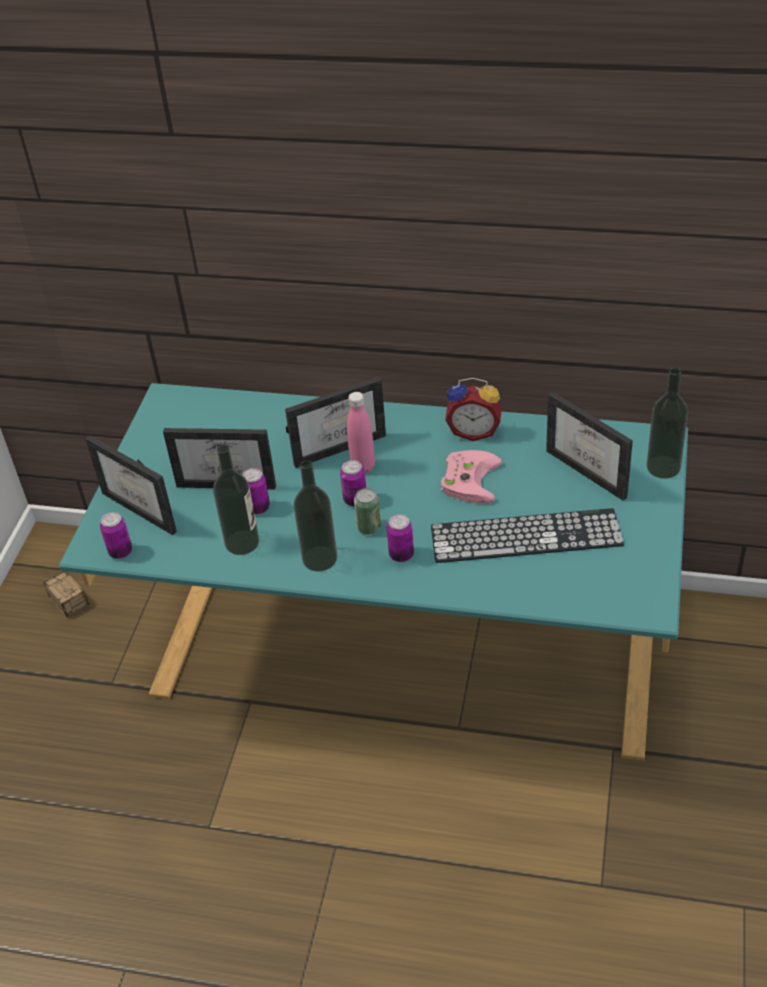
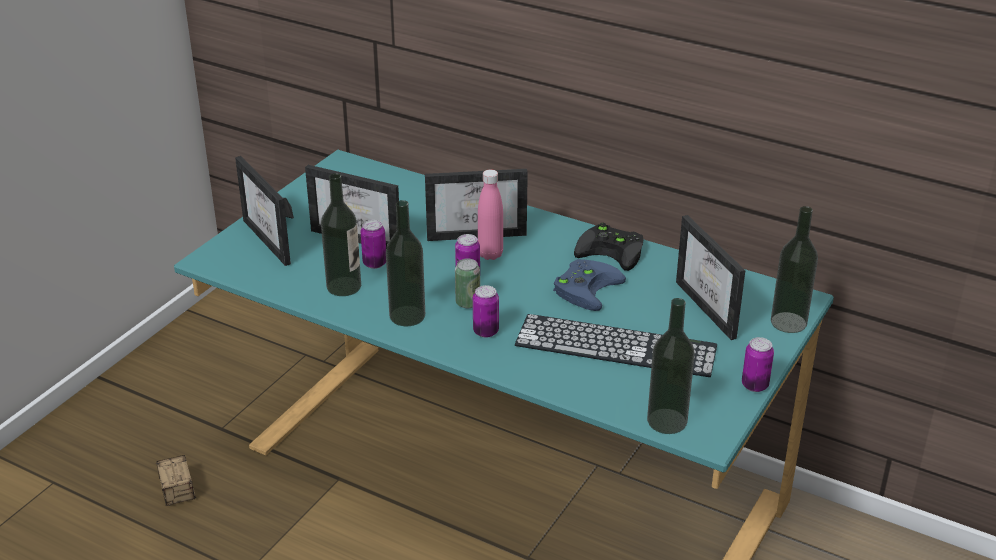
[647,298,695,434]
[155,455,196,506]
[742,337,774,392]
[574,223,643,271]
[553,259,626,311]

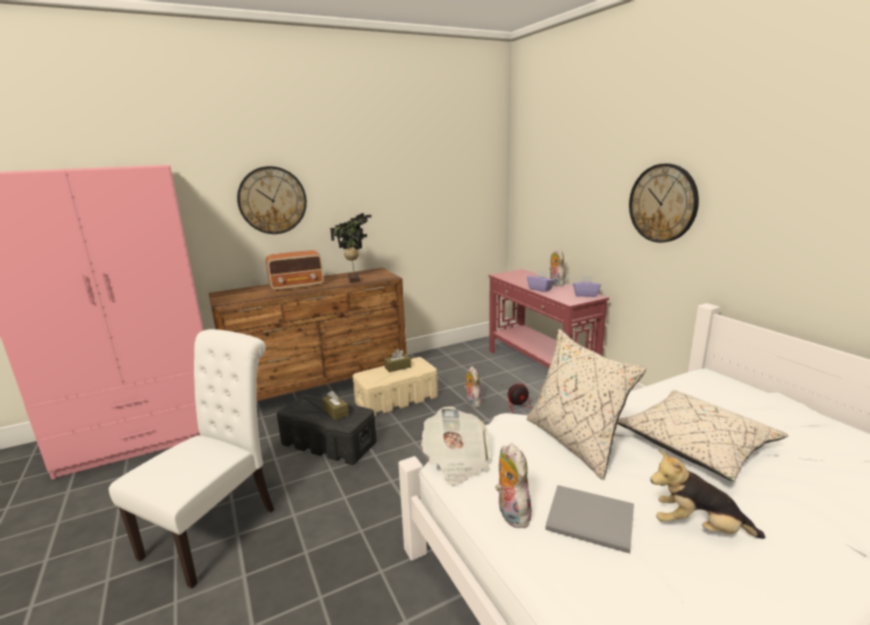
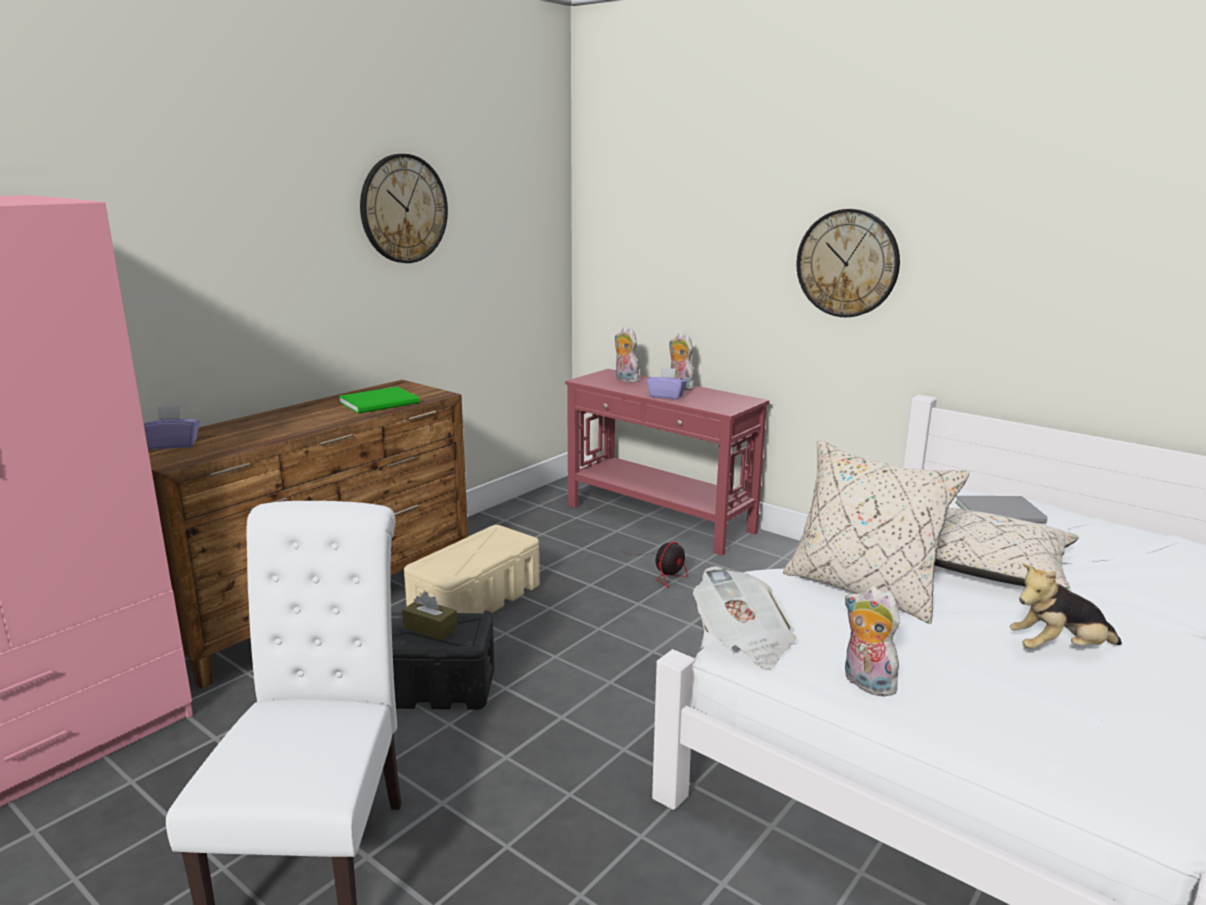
[266,250,324,291] (first image)
[384,349,411,372] (first image)
[360,154,448,263]
[615,327,639,383]
[955,496,1048,523]
[144,405,200,450]
[339,387,419,414]

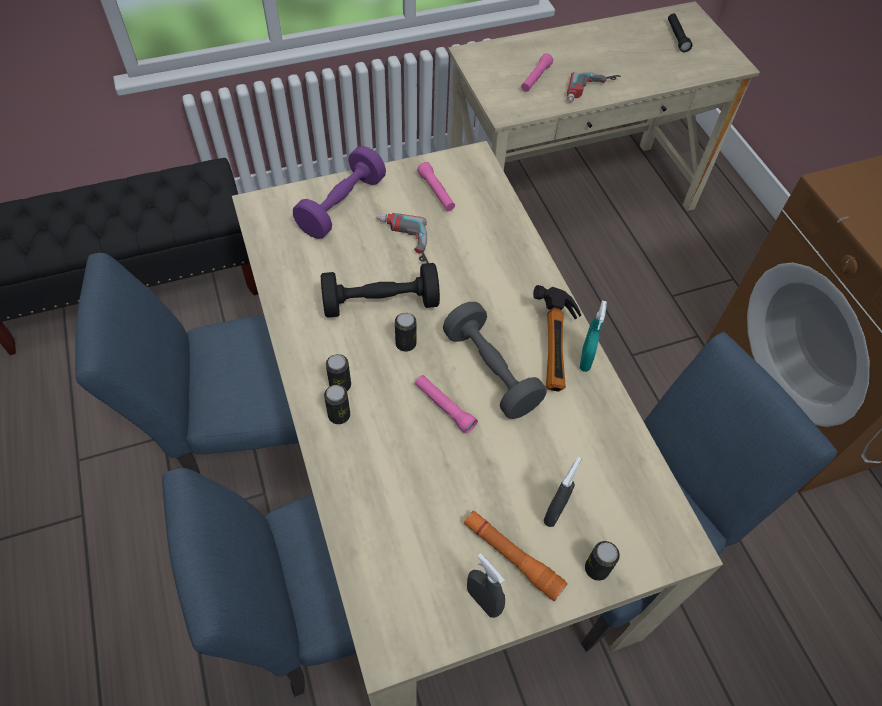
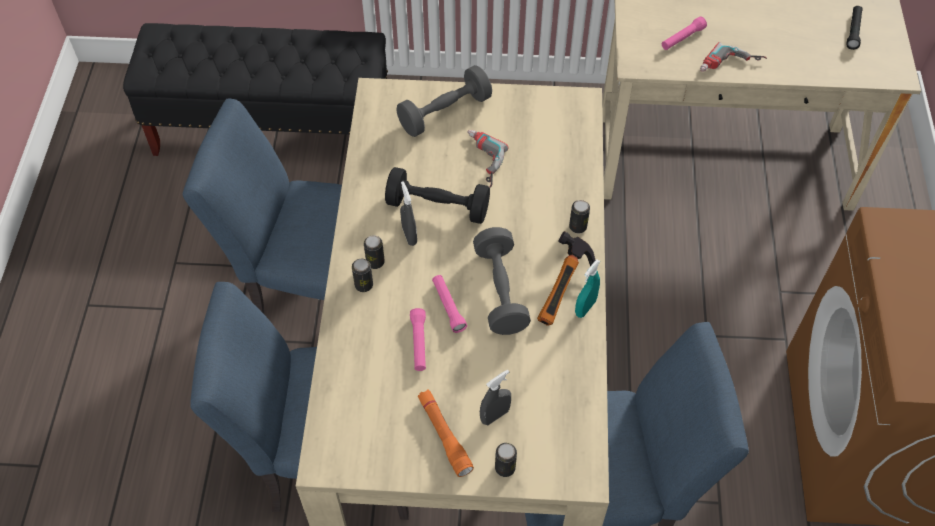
[569,200,590,233]
[410,308,426,371]
[400,181,417,246]
[396,65,492,137]

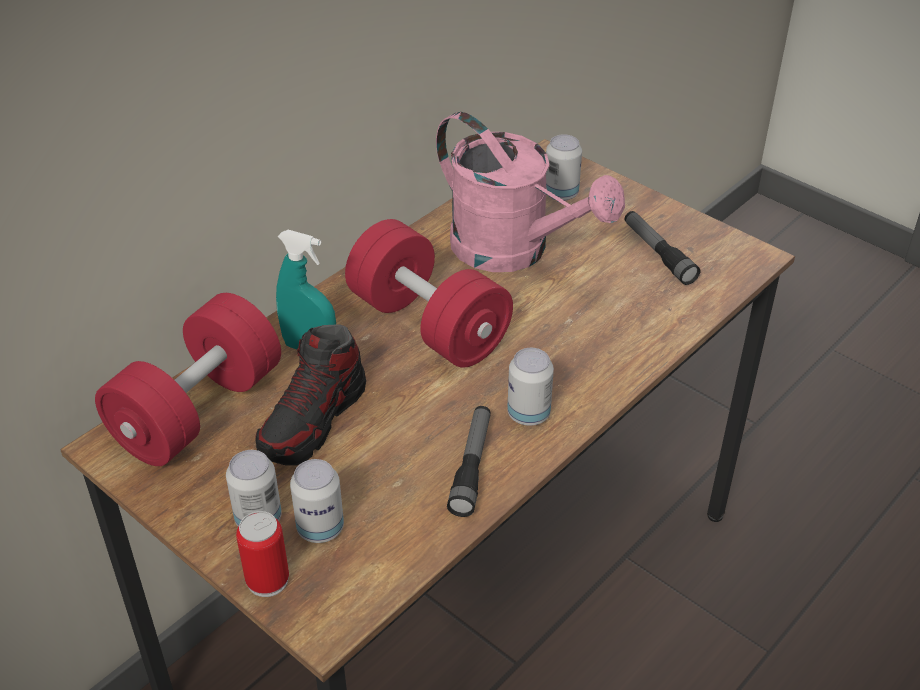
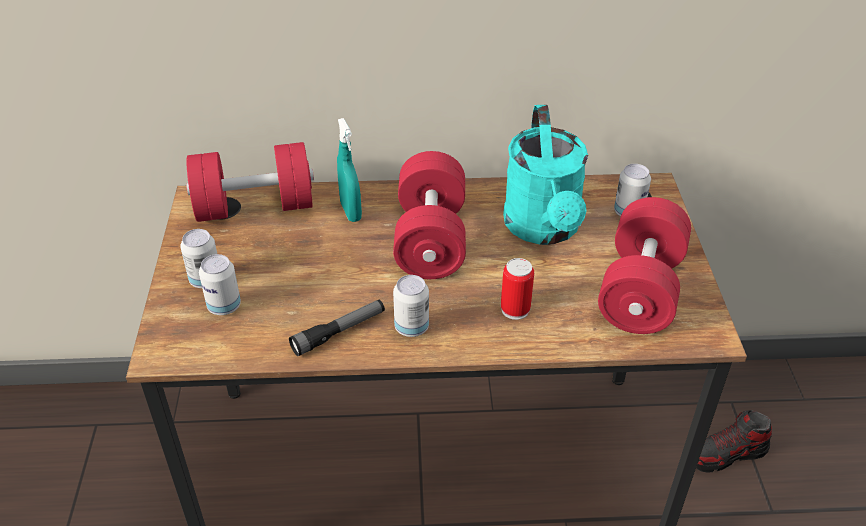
[501,258,534,320]
[696,410,772,473]
[598,197,691,334]
[503,105,588,245]

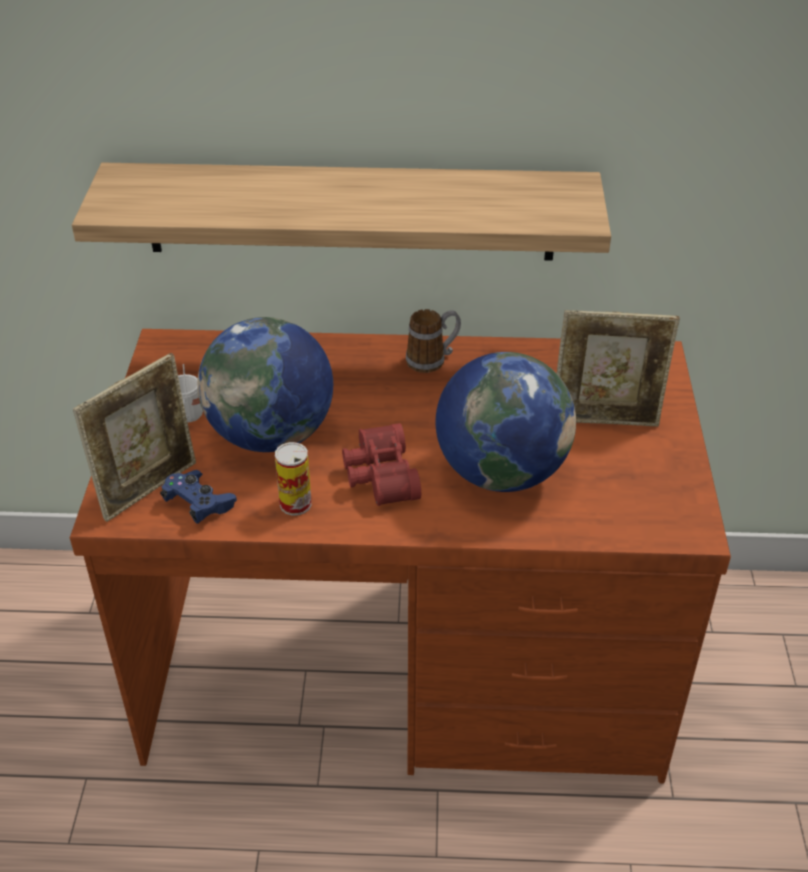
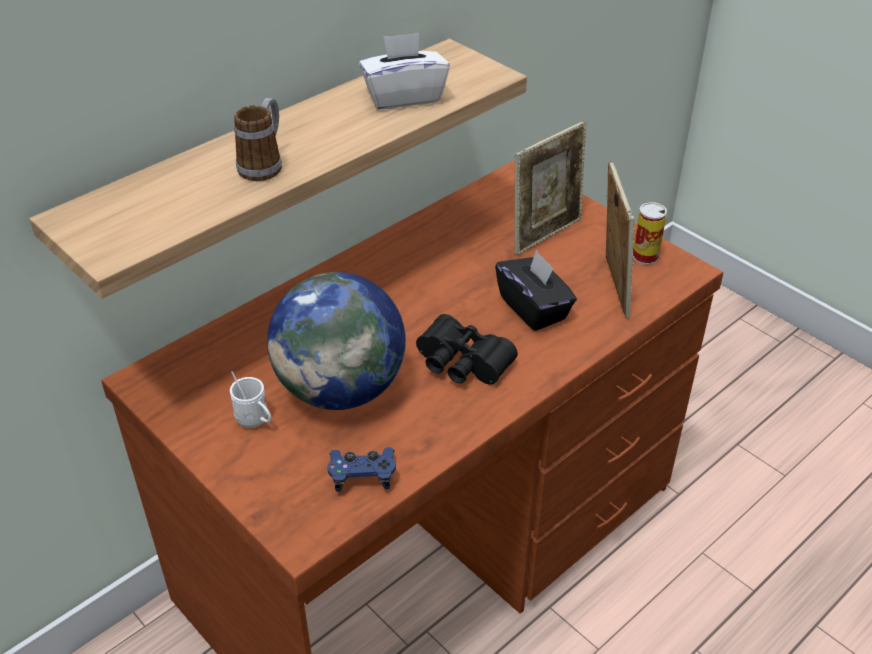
[359,33,450,109]
[606,161,635,318]
[633,202,667,265]
[234,98,282,181]
[495,250,577,331]
[416,314,518,385]

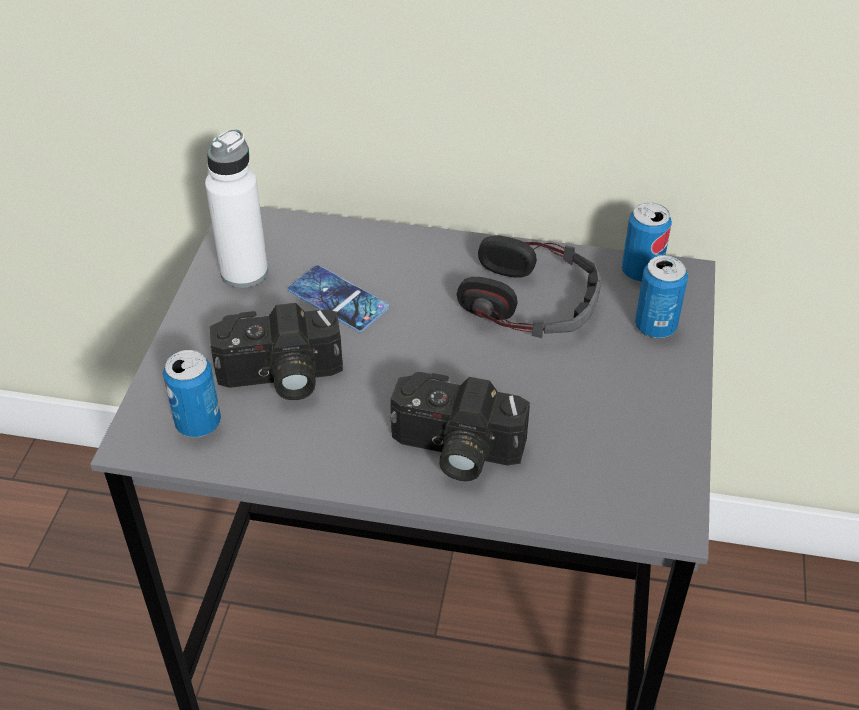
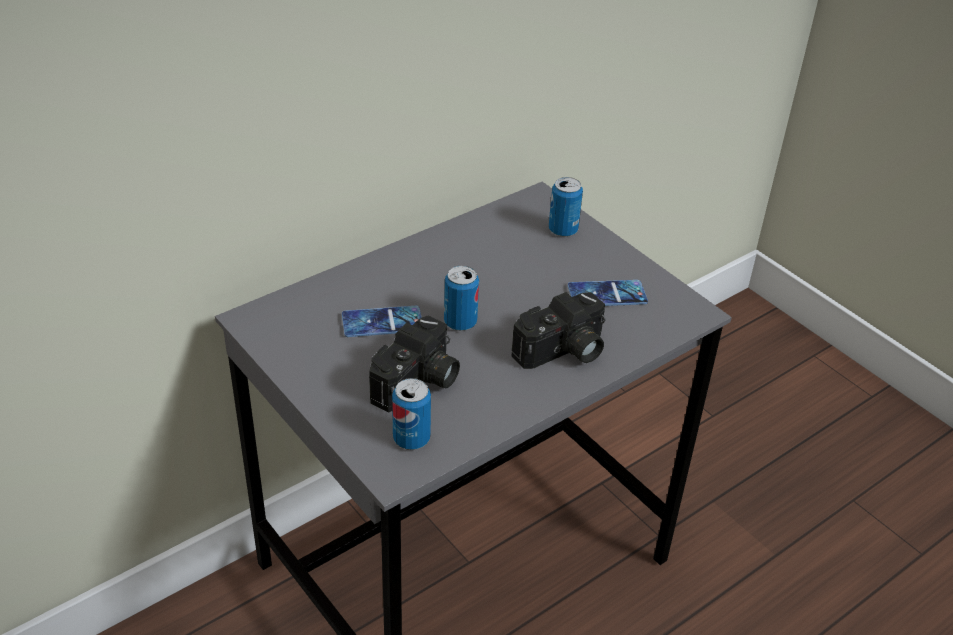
[205,129,268,288] (first image)
[457,235,601,338] (first image)
[568,280,648,306]
[444,266,479,331]

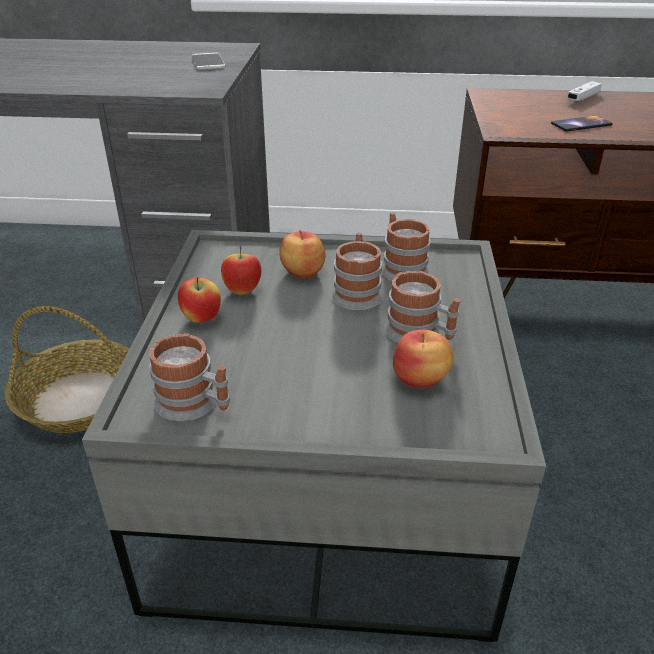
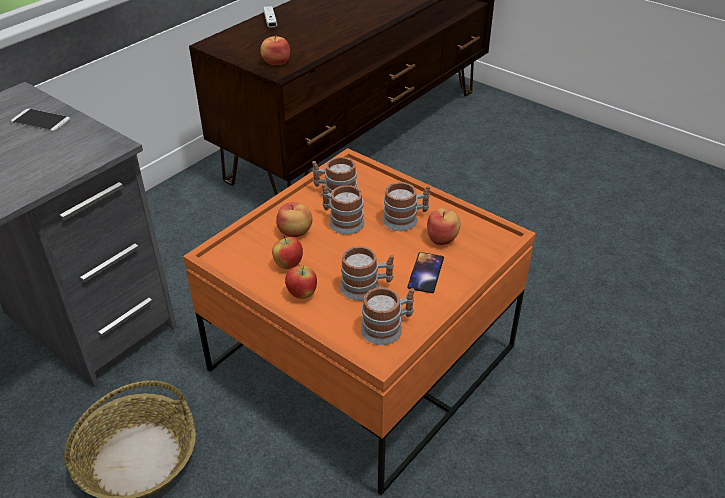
[261,36,290,65]
[340,246,394,301]
[407,252,444,293]
[183,148,536,495]

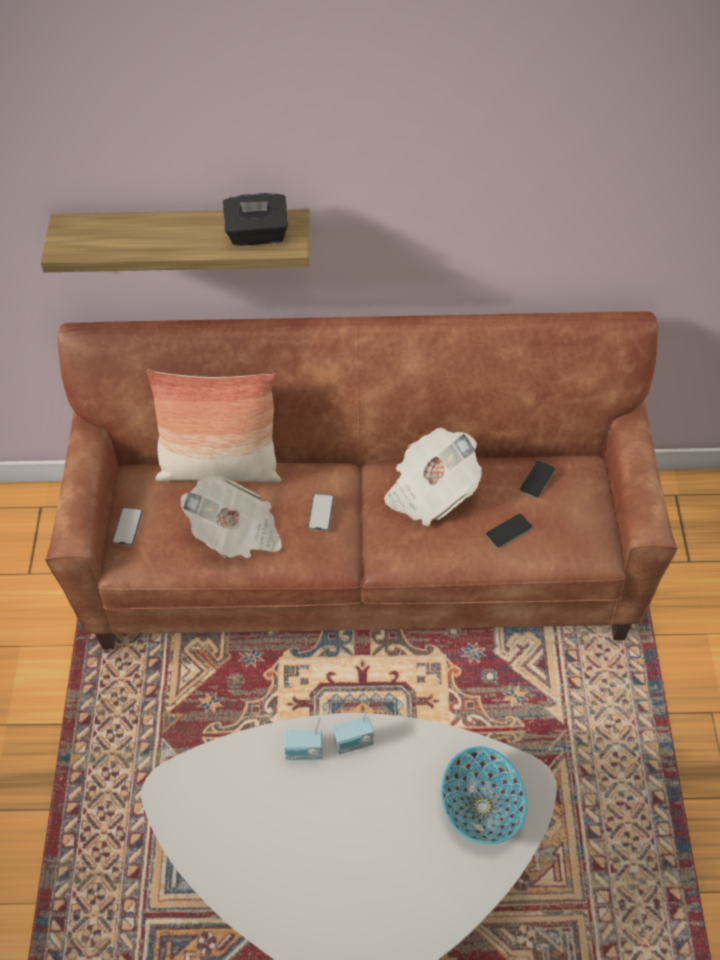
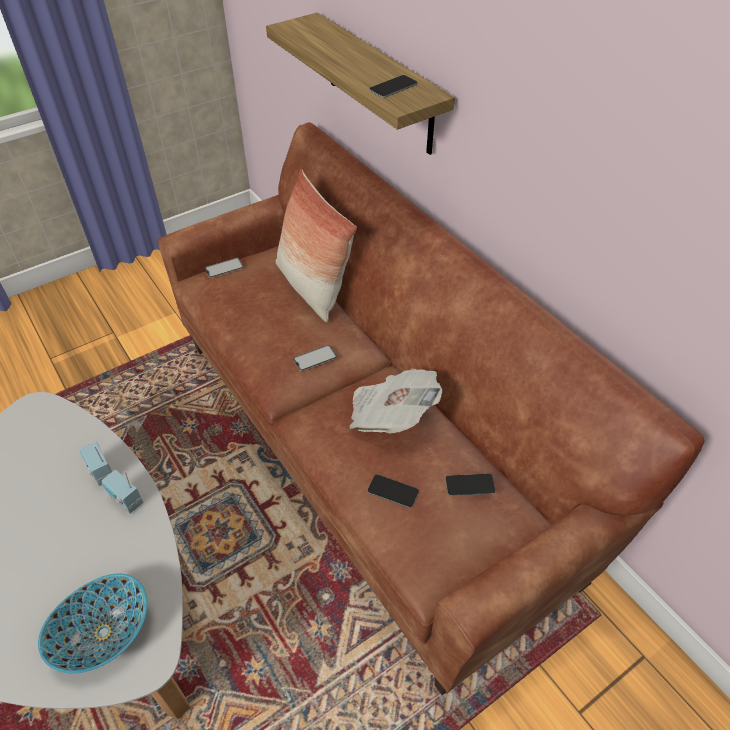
[181,476,282,558] (first image)
[369,75,417,98]

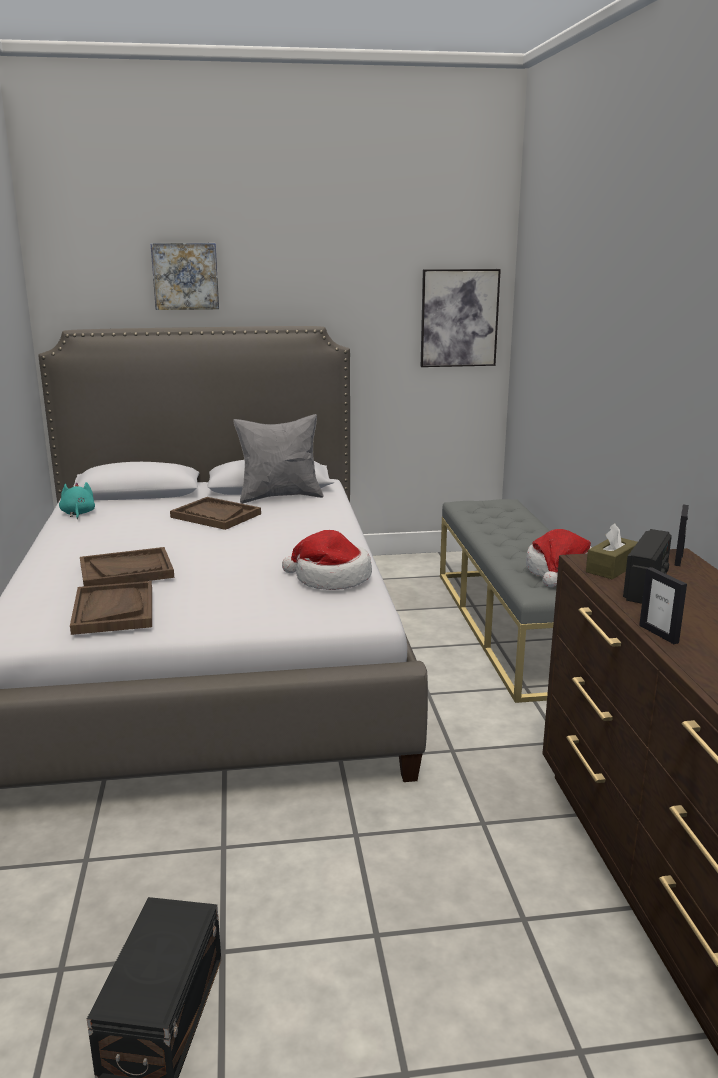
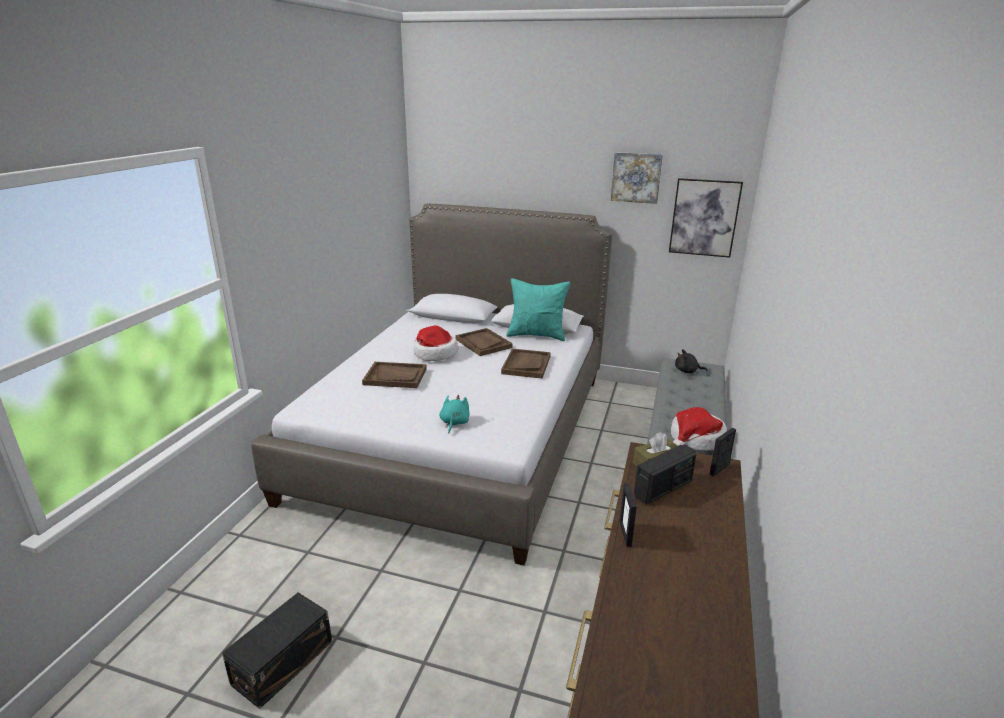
[675,349,708,373]
[439,395,470,433]
[501,348,551,379]
[611,152,663,204]
[414,325,458,361]
[506,278,570,341]

